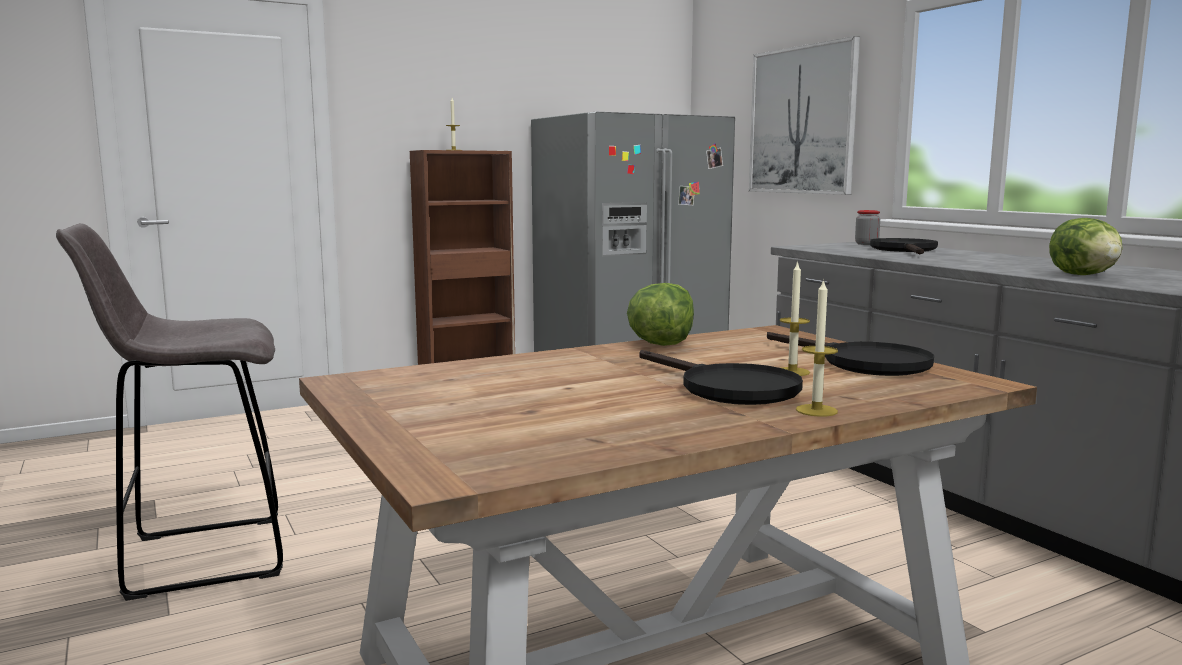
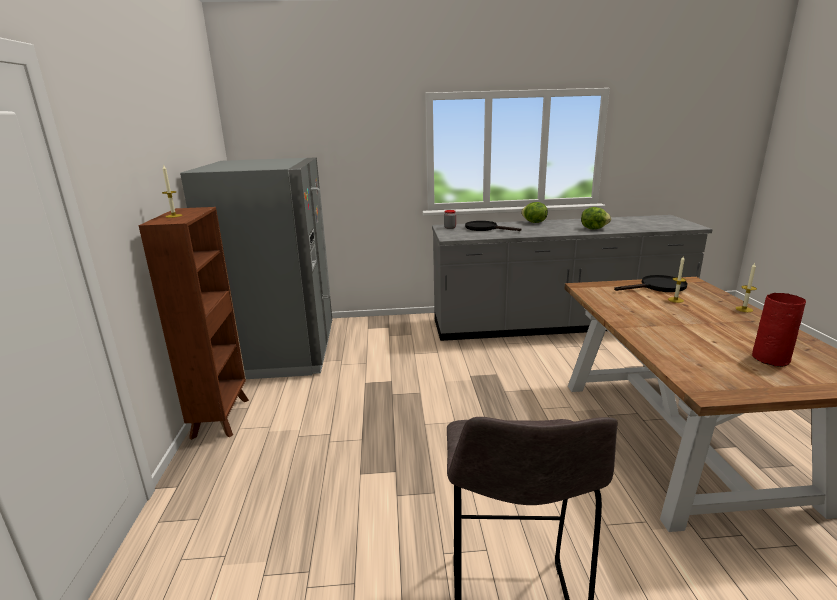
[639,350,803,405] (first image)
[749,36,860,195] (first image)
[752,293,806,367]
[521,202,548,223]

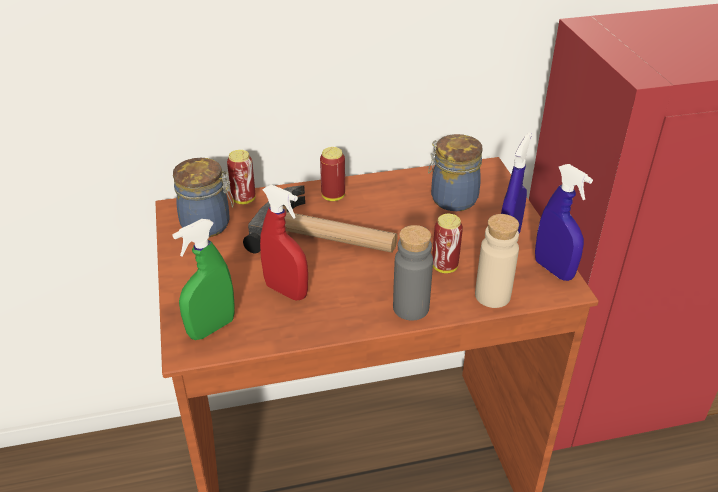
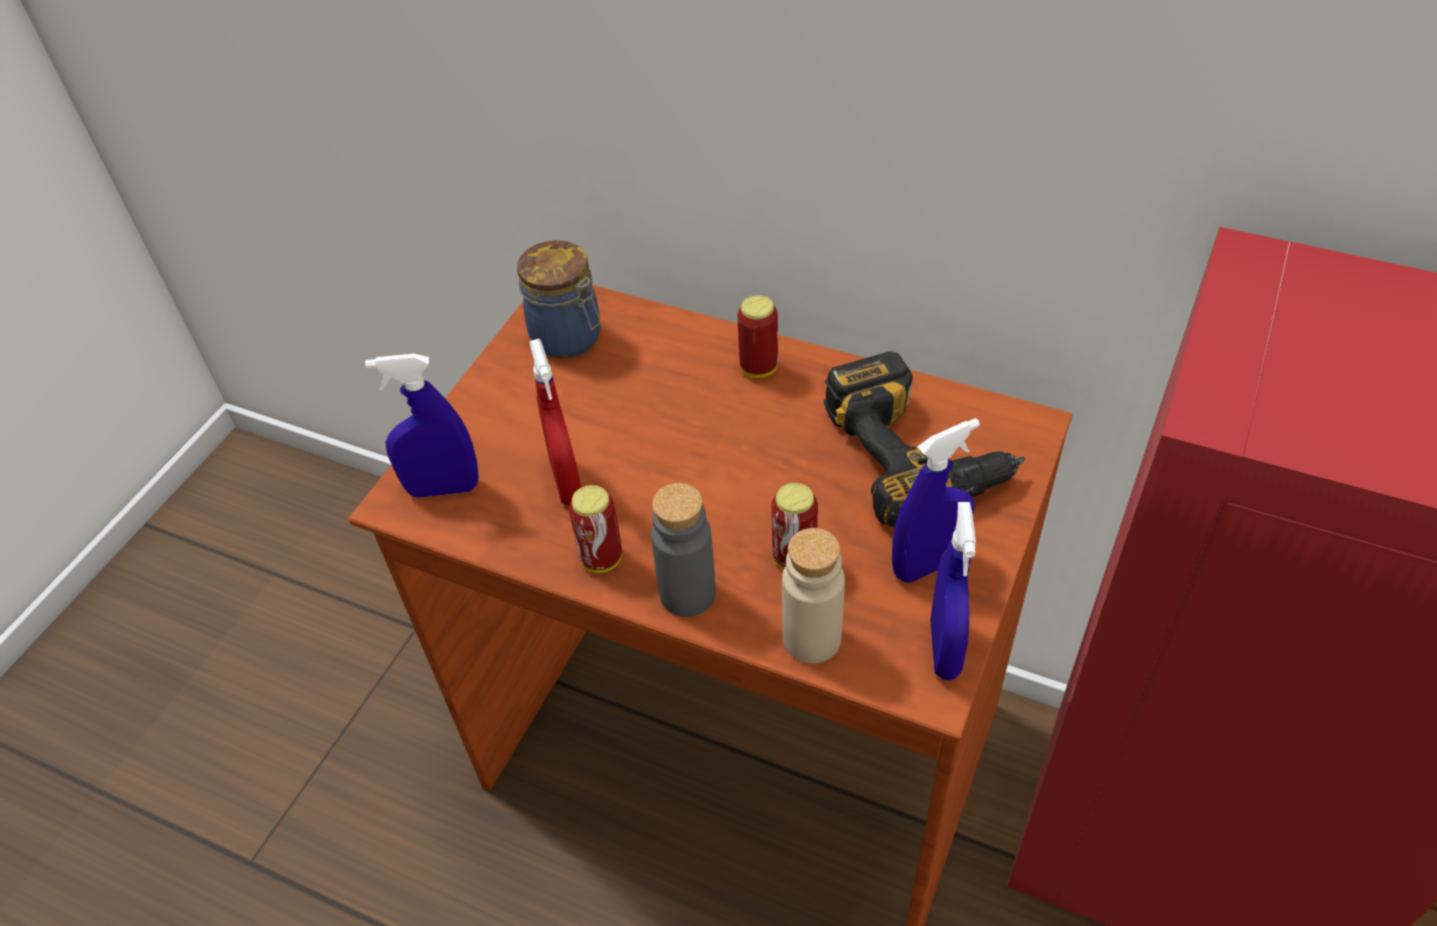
[243,185,397,254] (first image)
[569,485,622,573]
[823,351,1025,527]
[365,354,479,498]

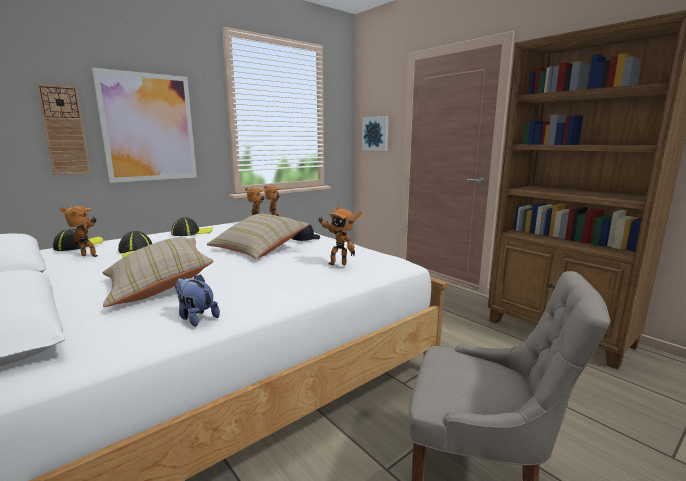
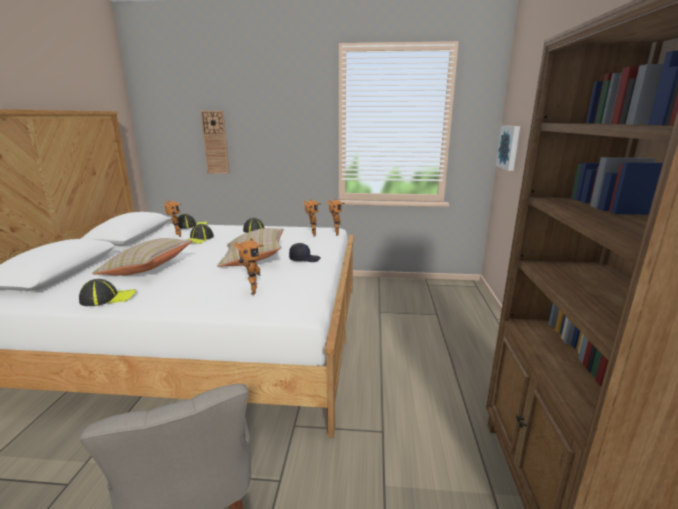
[92,68,197,183] (first image)
[79,279,136,306]
[234,237,264,295]

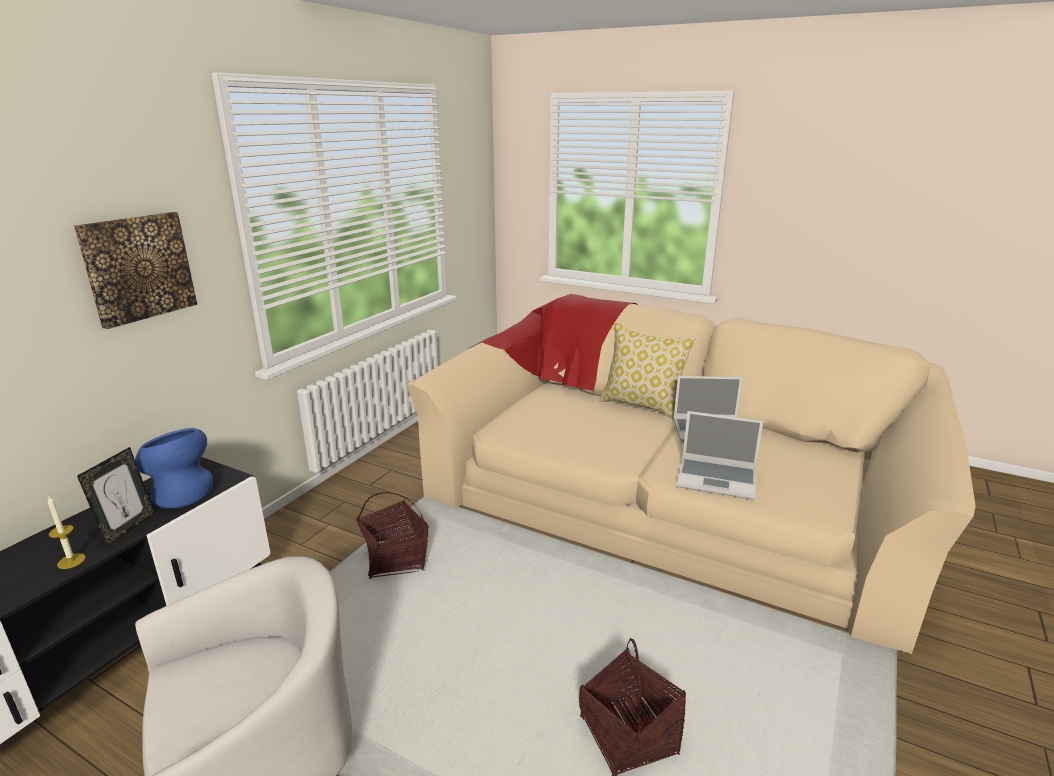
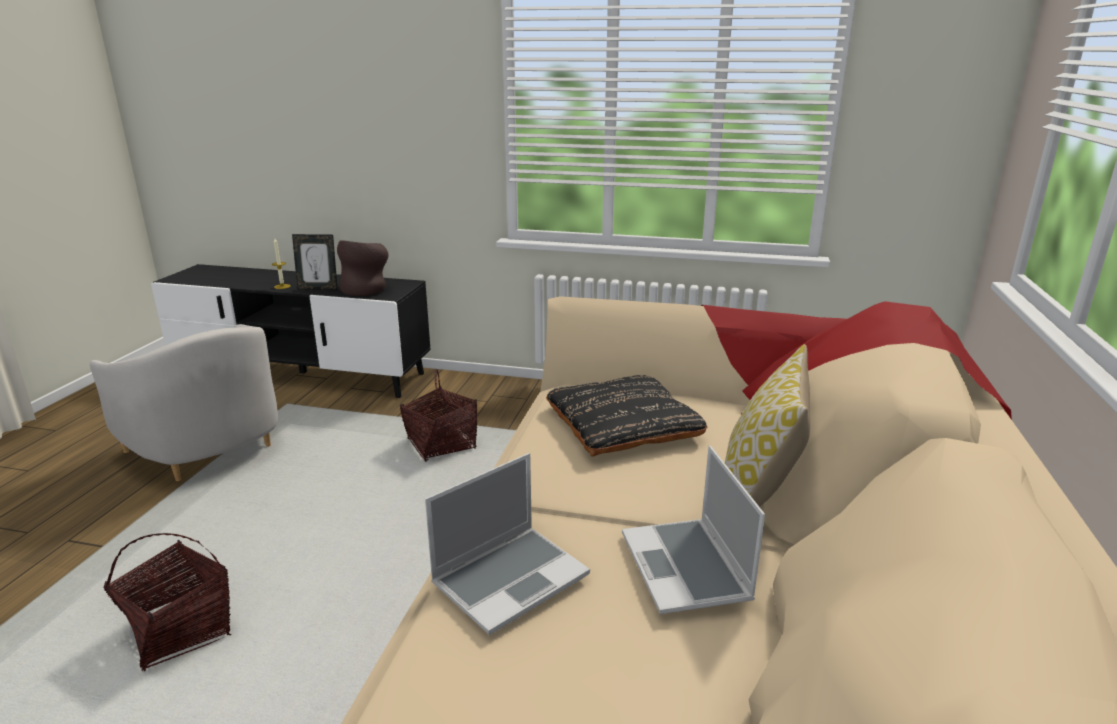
[74,212,197,329] (first image)
[546,375,707,457]
[337,240,388,296]
[425,453,590,635]

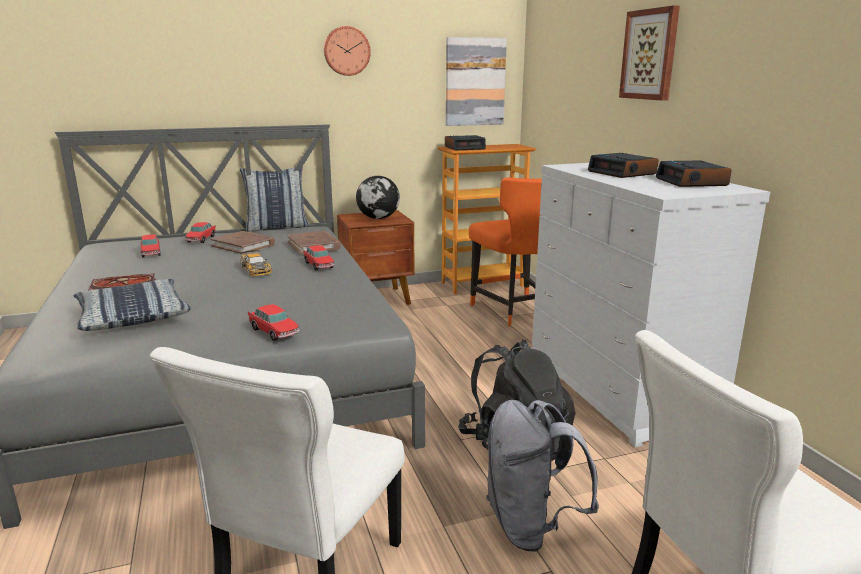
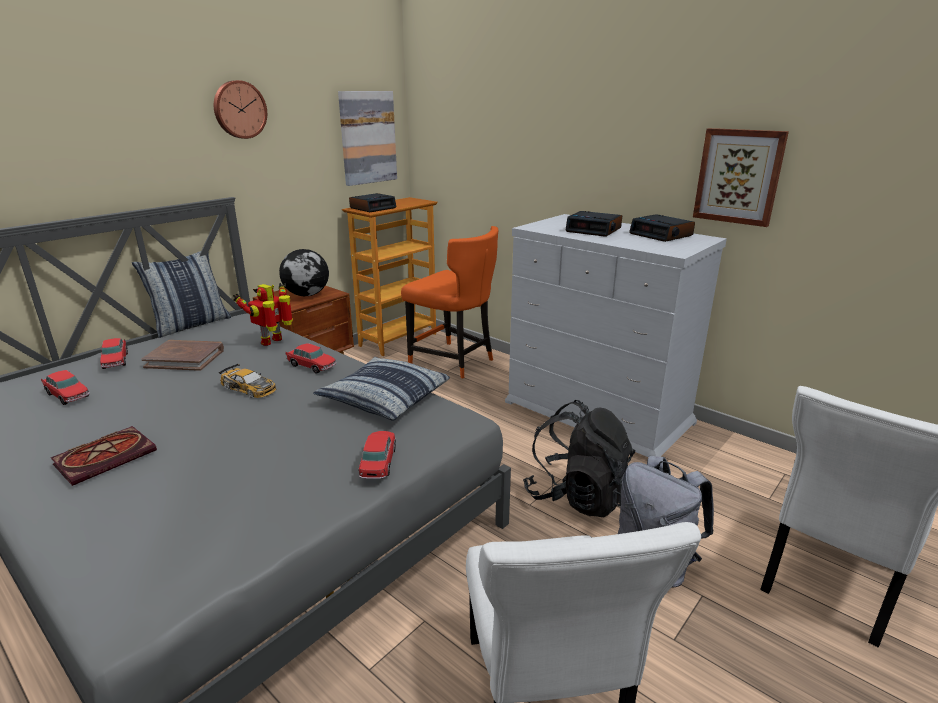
[313,357,450,421]
[693,128,789,227]
[233,283,293,346]
[358,431,396,479]

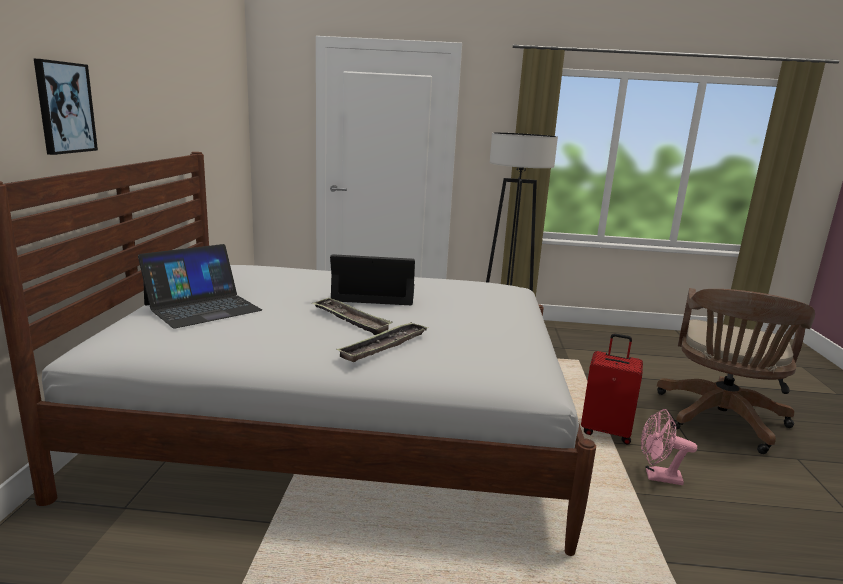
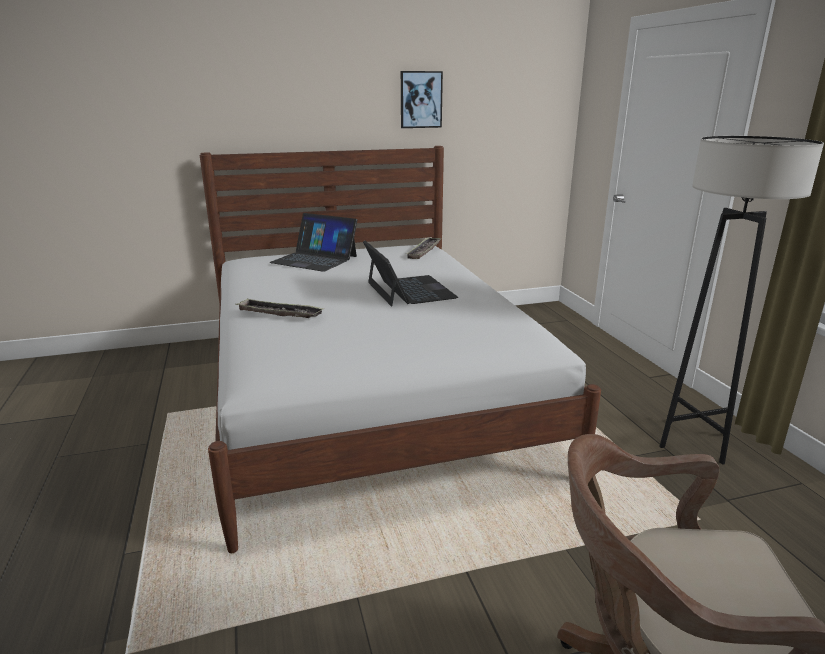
[581,333,643,445] (first image)
[641,409,697,485] (first image)
[401,71,443,128]
[406,238,442,259]

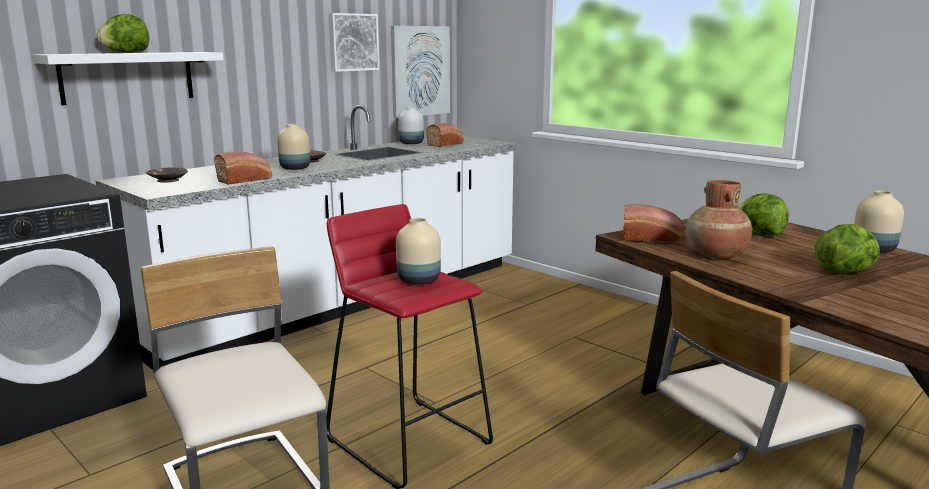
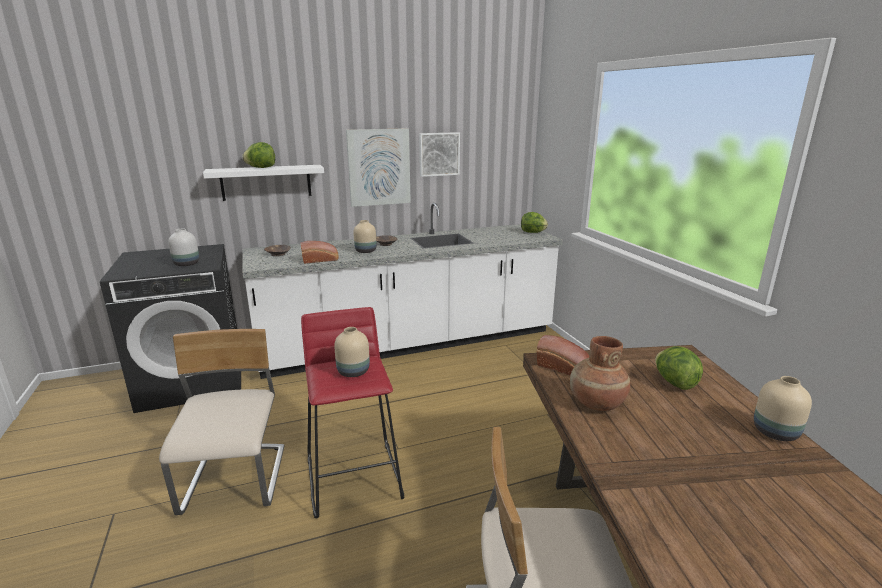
[426,123,464,147] (first image)
[346,129,411,207]
[168,228,199,266]
[521,212,548,233]

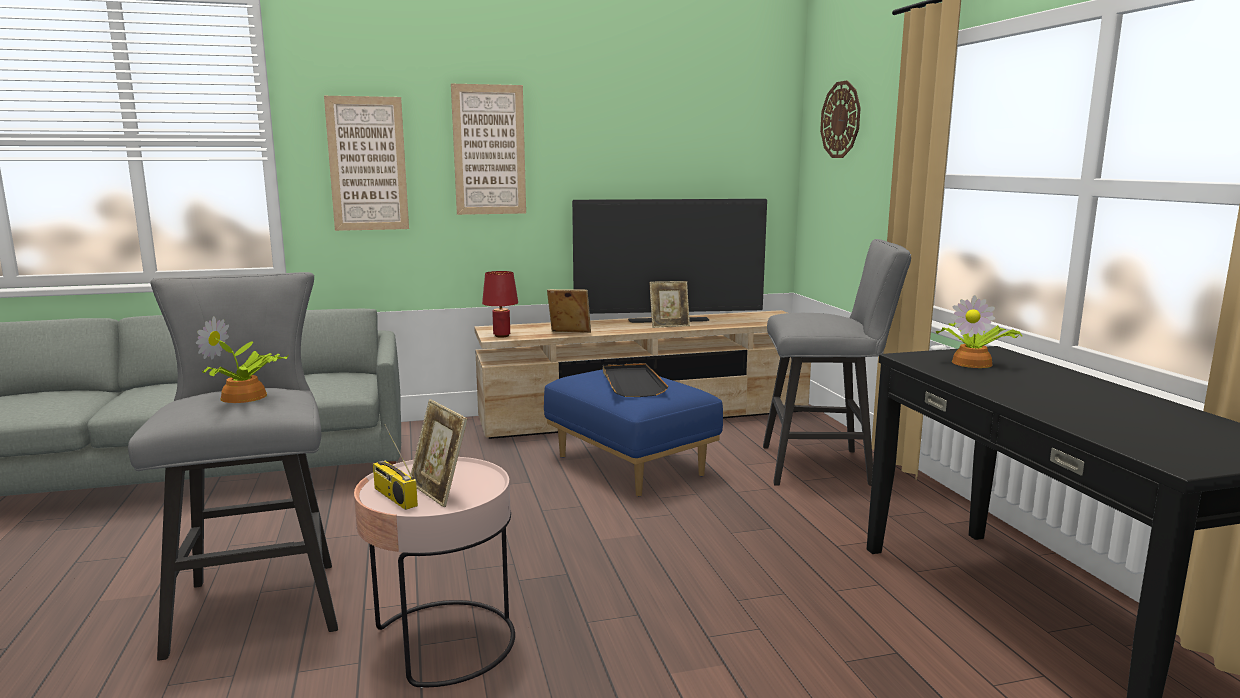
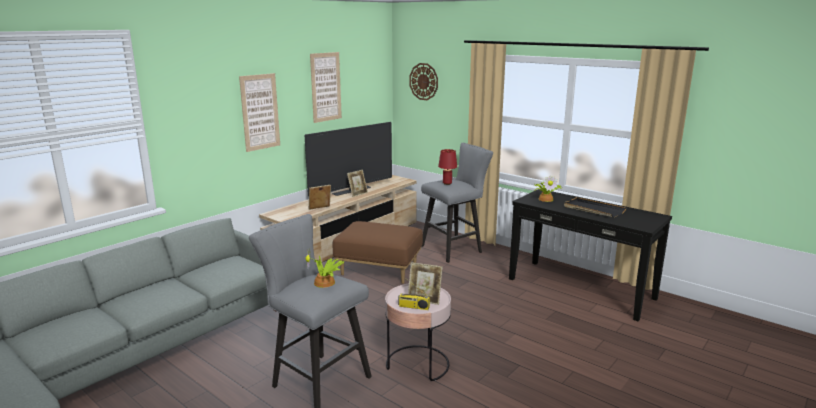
[310,52,342,123]
[438,149,457,185]
[564,197,626,218]
[333,221,423,284]

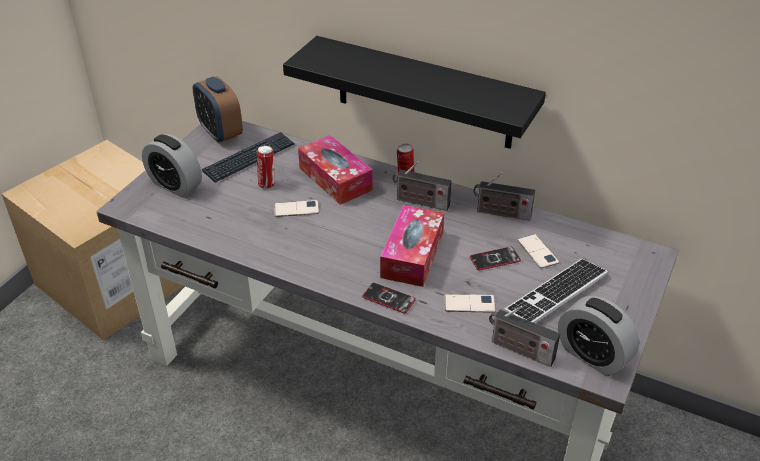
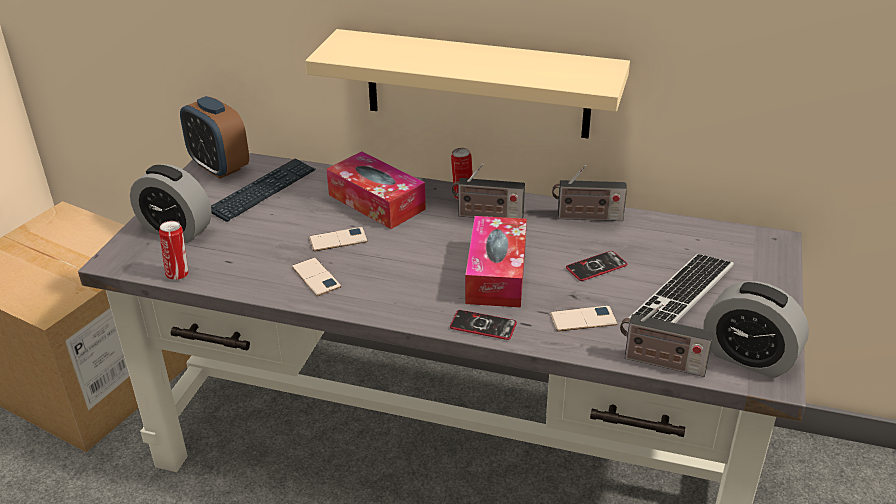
[159,221,188,280]
[292,257,341,296]
[305,29,630,138]

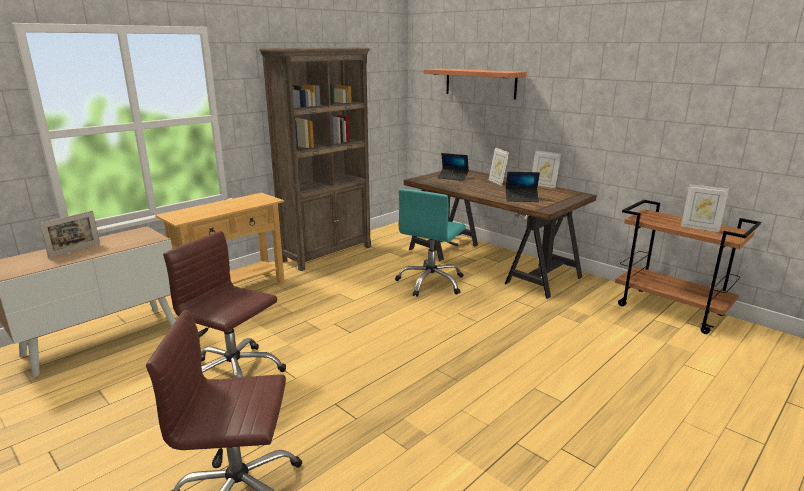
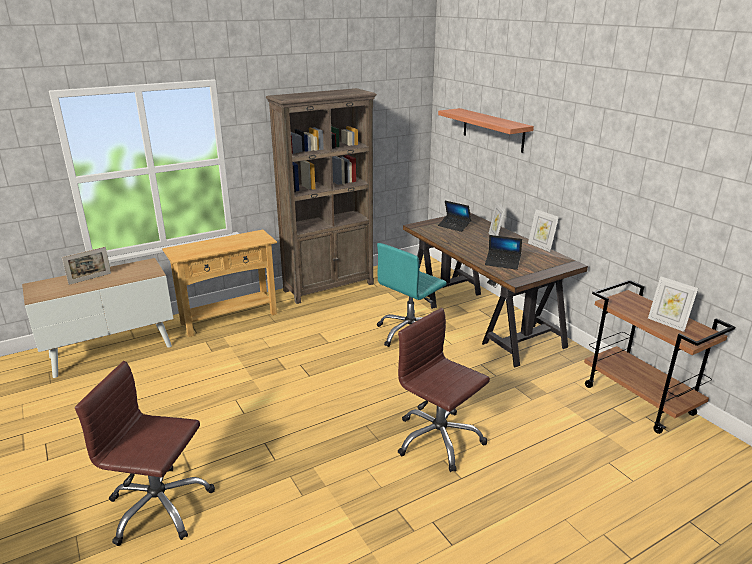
[397,308,490,472]

